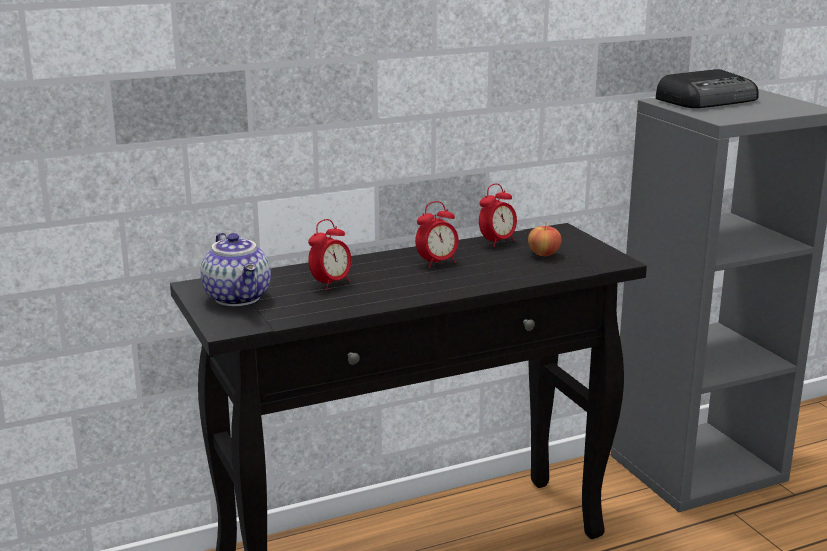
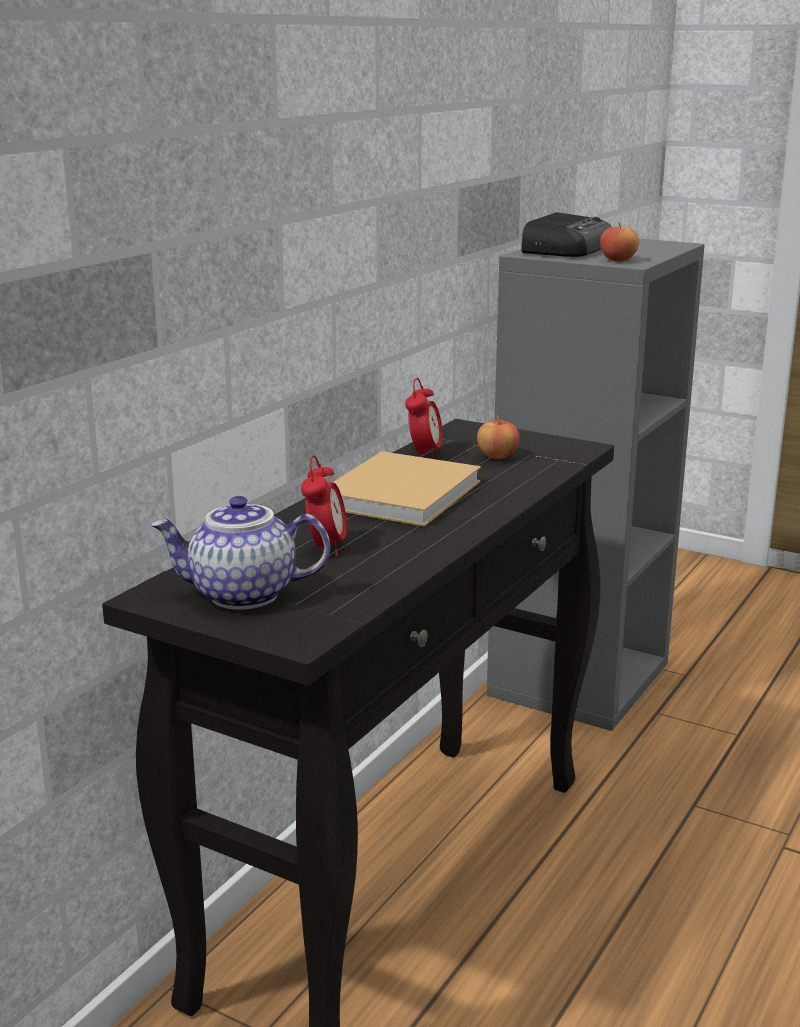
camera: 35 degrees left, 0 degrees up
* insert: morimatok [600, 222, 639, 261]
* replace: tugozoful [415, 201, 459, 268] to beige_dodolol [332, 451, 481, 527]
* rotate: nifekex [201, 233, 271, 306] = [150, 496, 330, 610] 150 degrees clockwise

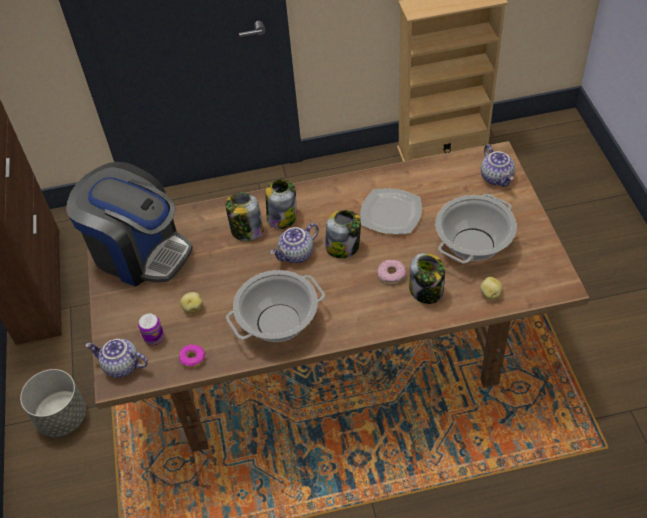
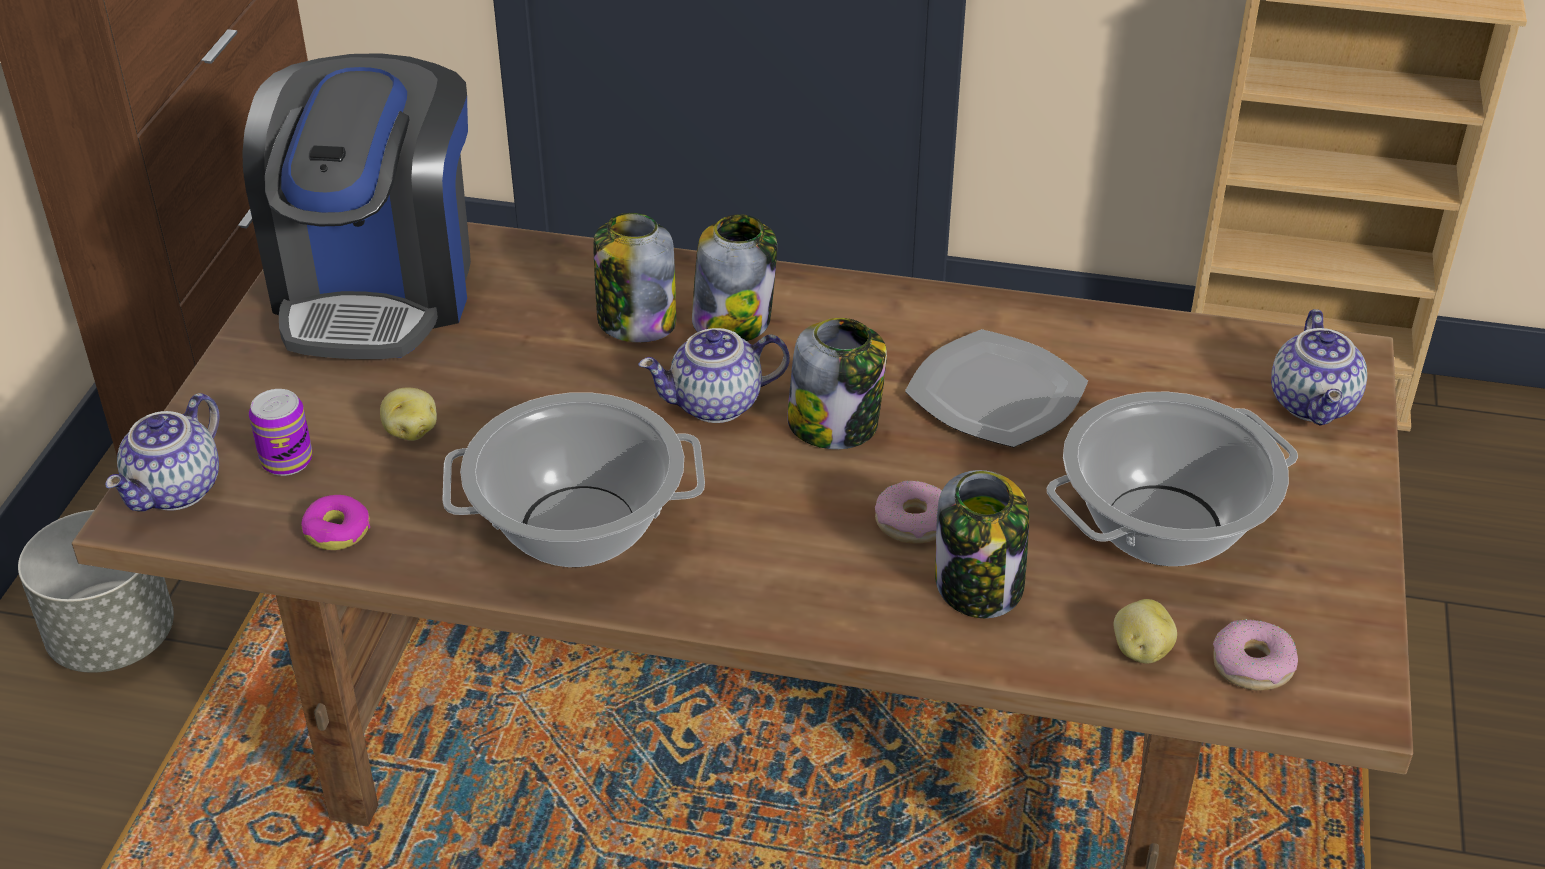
camera: 20 degrees right, 10 degrees down
* insert: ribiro [1213, 619, 1298, 691]
* rotate: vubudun [66, 162, 193, 287] = [242, 53, 471, 359] 45 degrees clockwise
* rotate: nifekex [86, 338, 148, 378] = [106, 393, 219, 512] 105 degrees counterclockwise

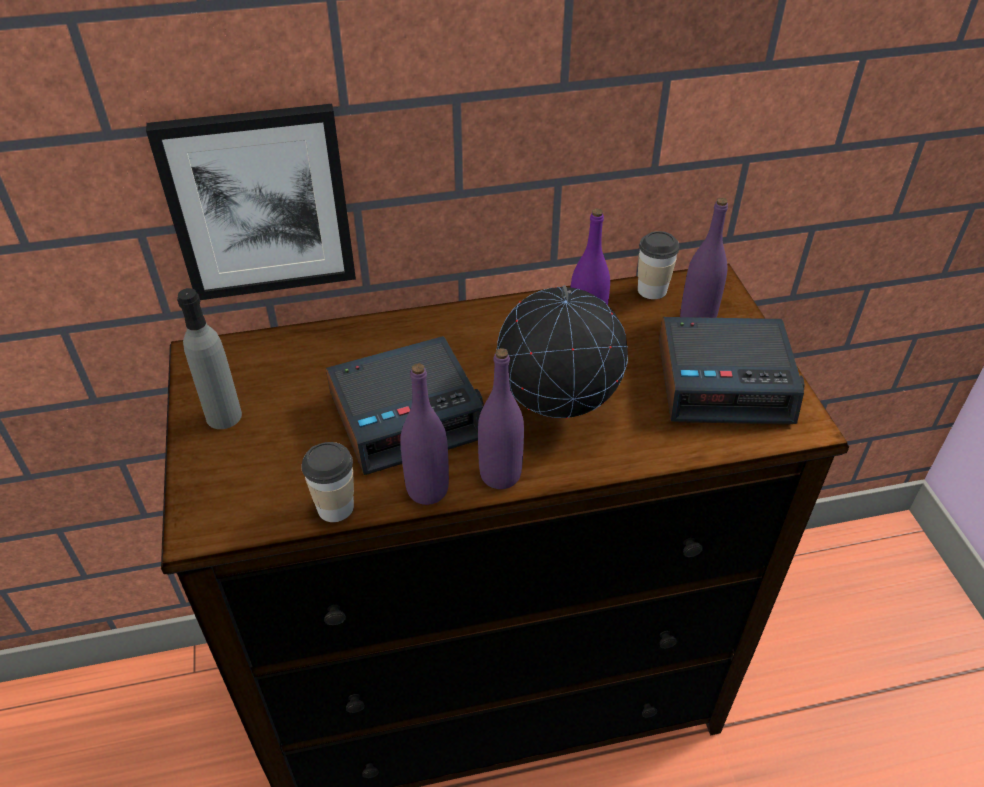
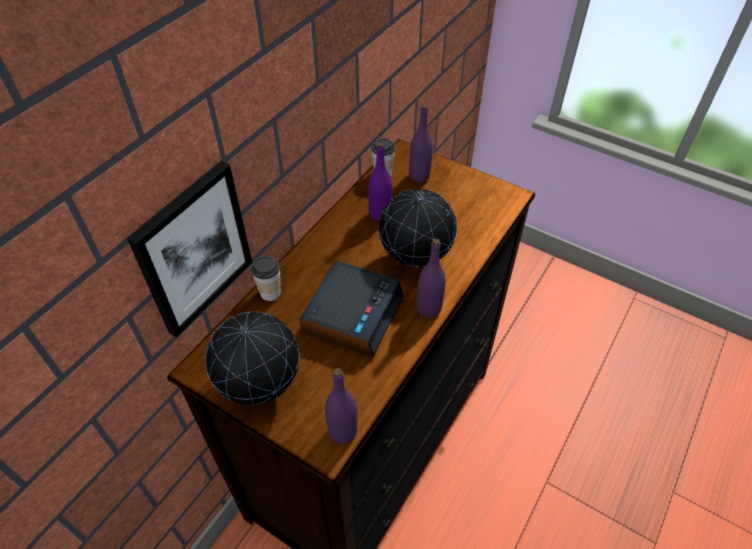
camera: 45 degrees left, 5 degrees up
* delete: tugozoful [659, 317, 805, 424]
* move: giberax [301, 442, 354, 522] to [251, 256, 281, 301]
* move: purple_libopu [401, 363, 449, 505] to [325, 368, 358, 444]
* replace: grey_libopu [177, 288, 242, 429] to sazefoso [205, 311, 299, 405]

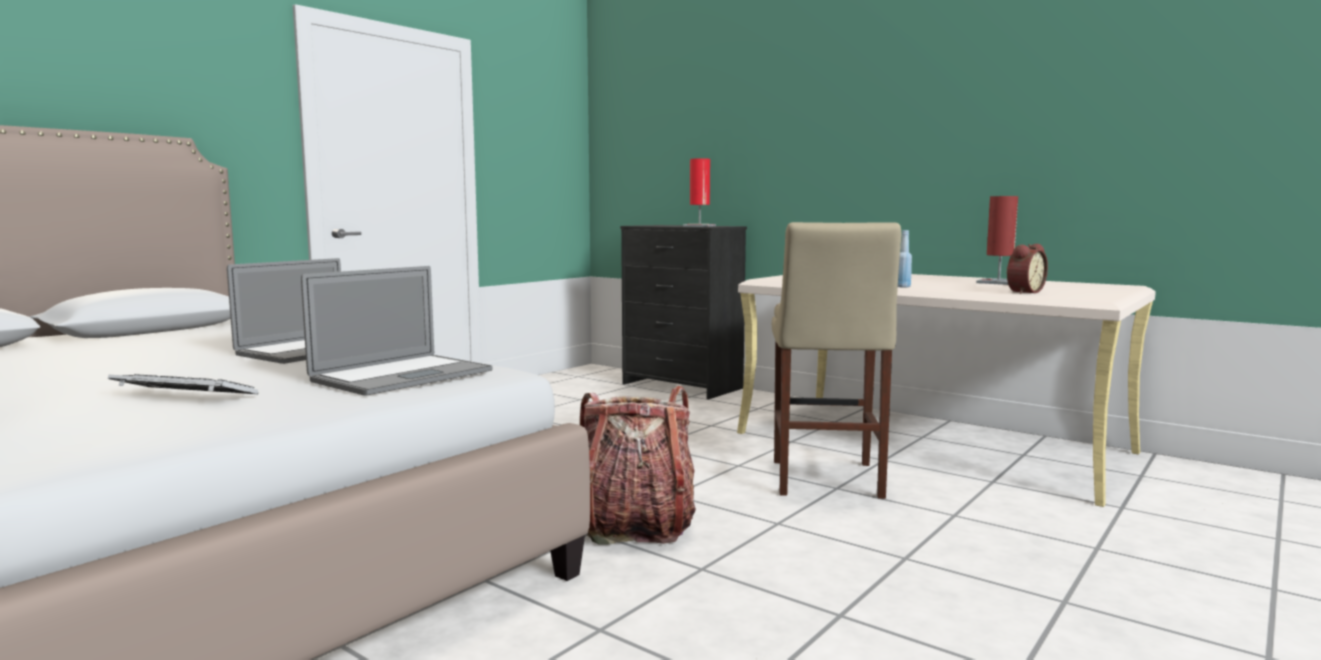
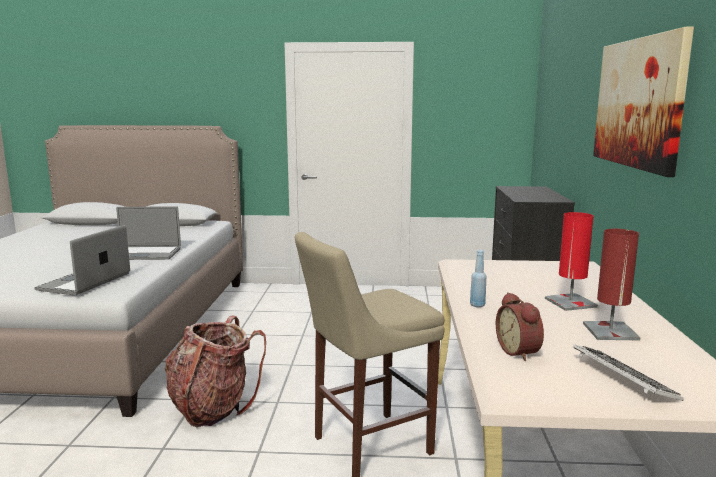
camera: 55 degrees right, 5 degrees up
* insert: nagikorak [593, 27, 694, 177]
* move: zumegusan [108, 374, 258, 394] to [573, 344, 684, 401]
* move: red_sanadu [683, 158, 716, 227] to [545, 212, 598, 311]
* rotate: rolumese [301, 266, 492, 396] = [34, 225, 130, 295] 105 degrees clockwise
* rotate: tugozoful [1006, 244, 1048, 294] = [496, 292, 544, 361] 60 degrees clockwise

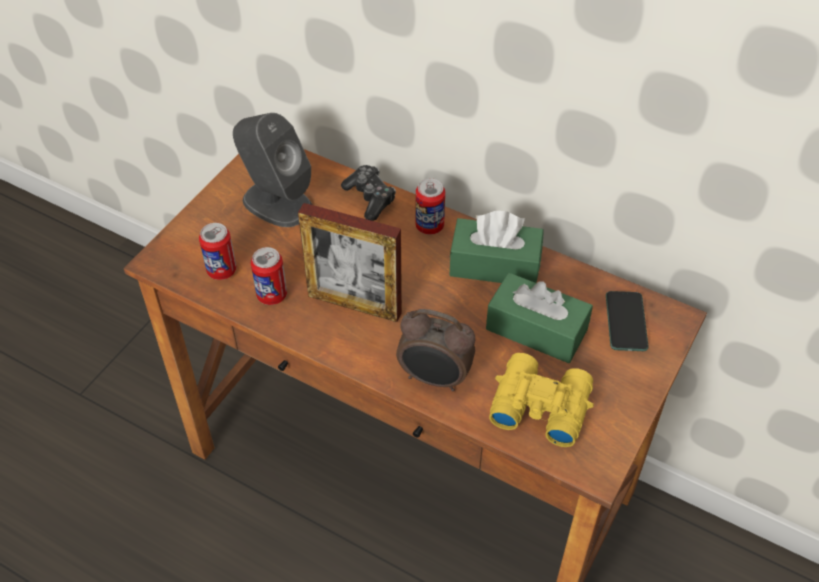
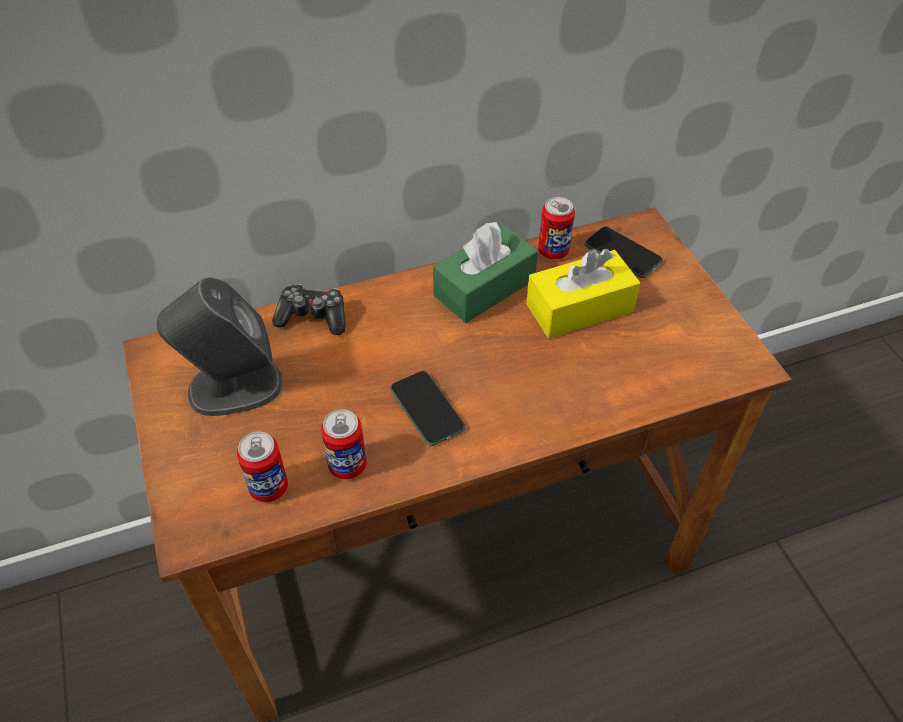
camera: 50 degrees left, 0 degrees up
* delete: tugozoful [396, 309, 475, 391]
* delete: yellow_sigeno [489, 353, 594, 447]
* move: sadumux [415, 179, 445, 235] to [538, 197, 575, 259]
* replace: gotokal [298, 203, 402, 322] to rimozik [390, 371, 466, 446]
* recolor: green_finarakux [486, 273, 593, 363] to yellow_finarakux [526, 249, 640, 338]

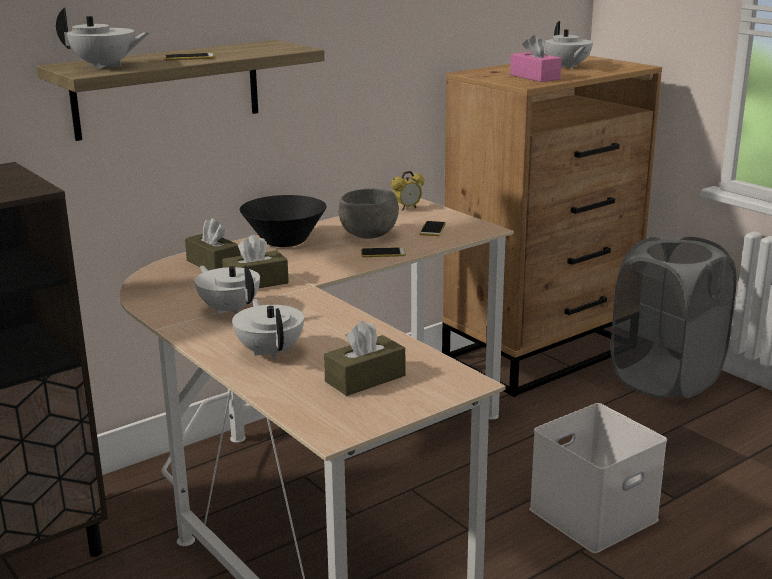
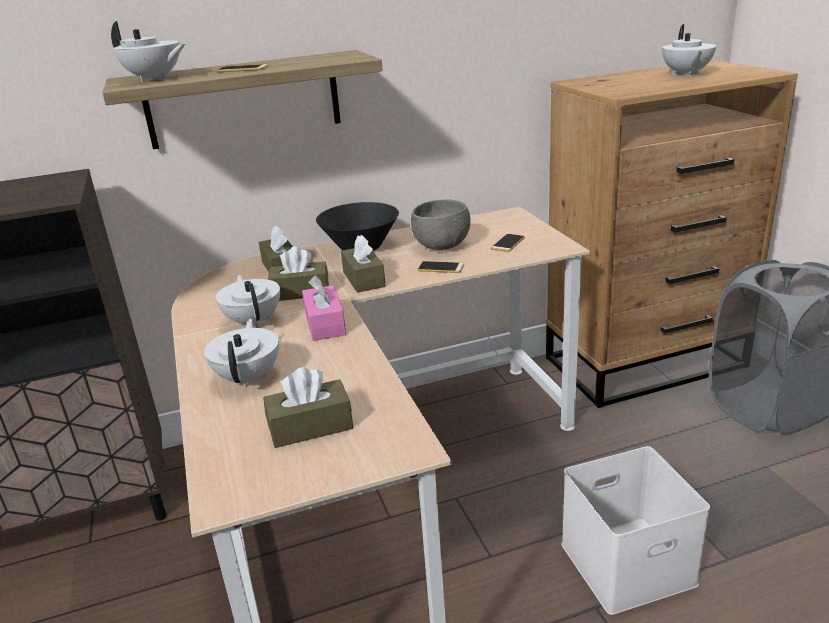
camera: 20 degrees right, 5 degrees up
* delete: tugozoful [391, 171, 424, 211]
* insert: brown_finarakux [341, 235, 386, 293]
* move: pink_finarakux [510, 35, 562, 82] to [302, 276, 346, 341]

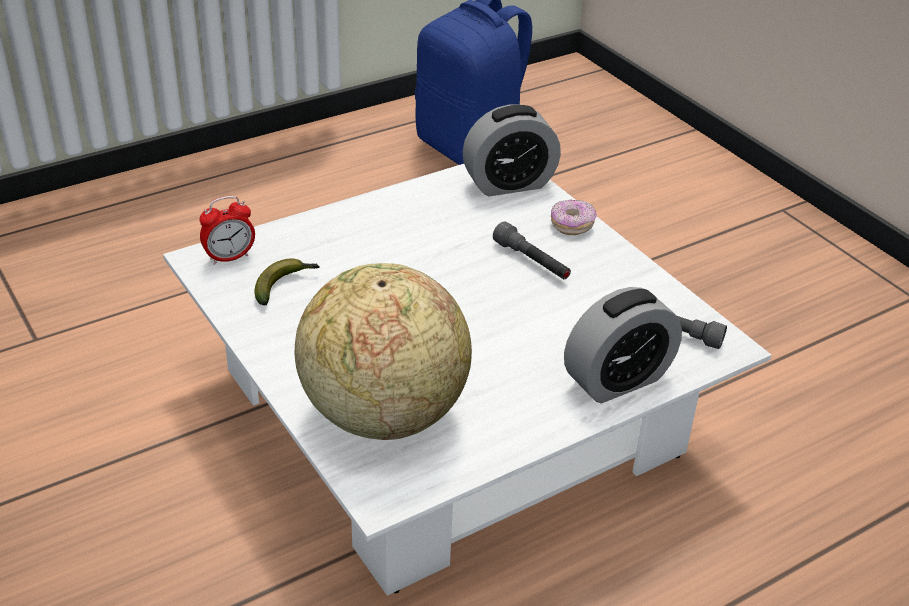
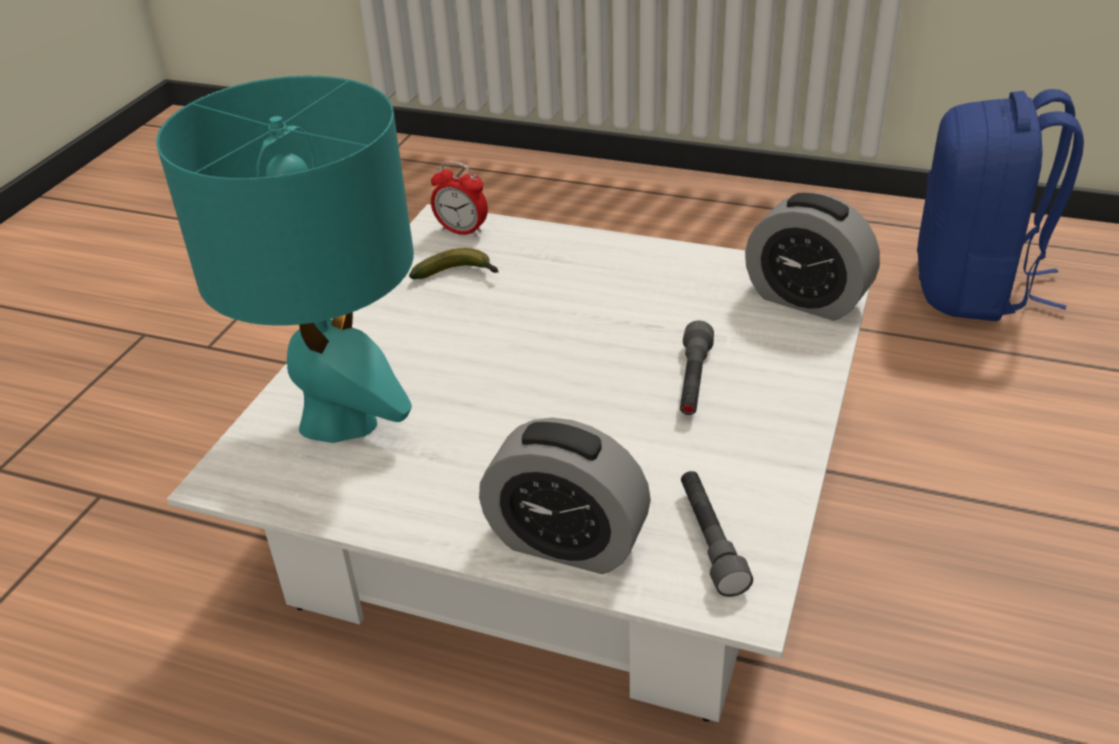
camera: 55 degrees right, 0 degrees up
* delete: ribiro [551, 200, 597, 235]
* replace: sazefoso [295, 263, 472, 440] to turquoise_sanadu [156, 76, 414, 443]

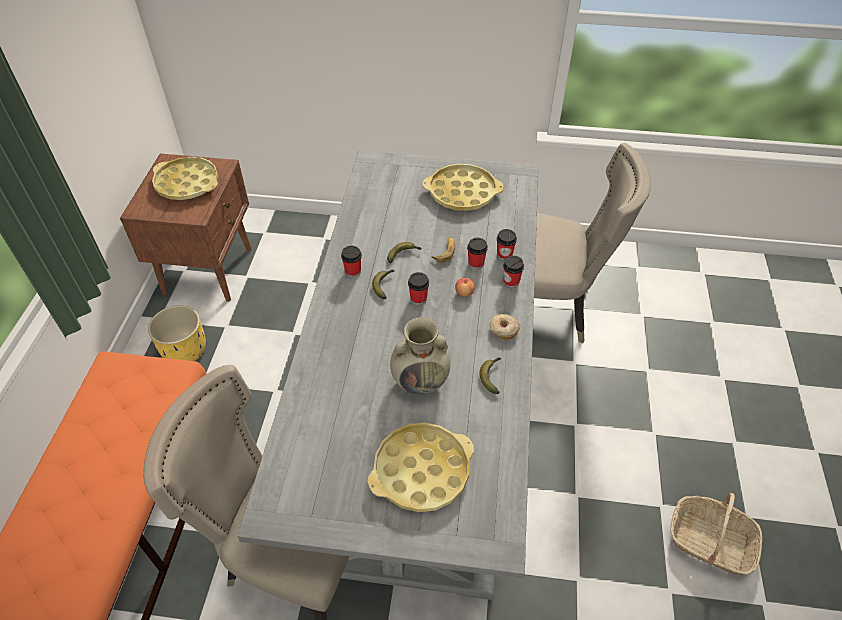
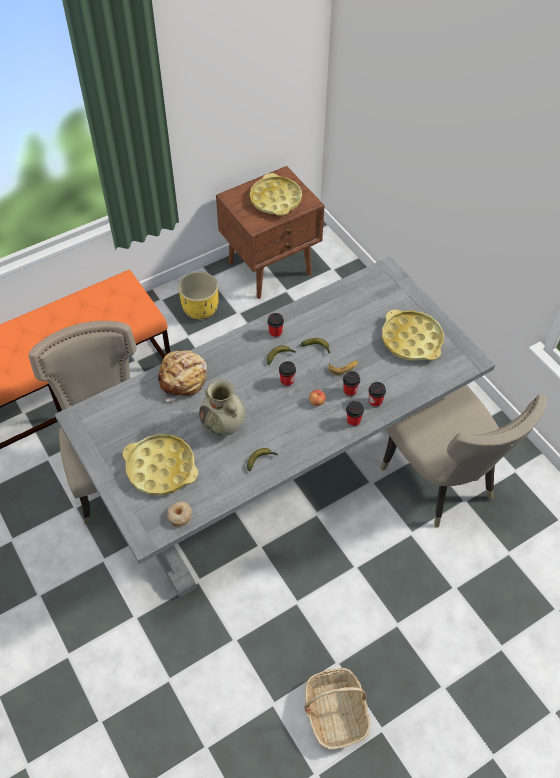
camera: 50 degrees right, 5 degrees up
* insert: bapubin [158, 350, 207, 401]
* move: ribiro [490, 314, 520, 340] to [167, 501, 191, 527]

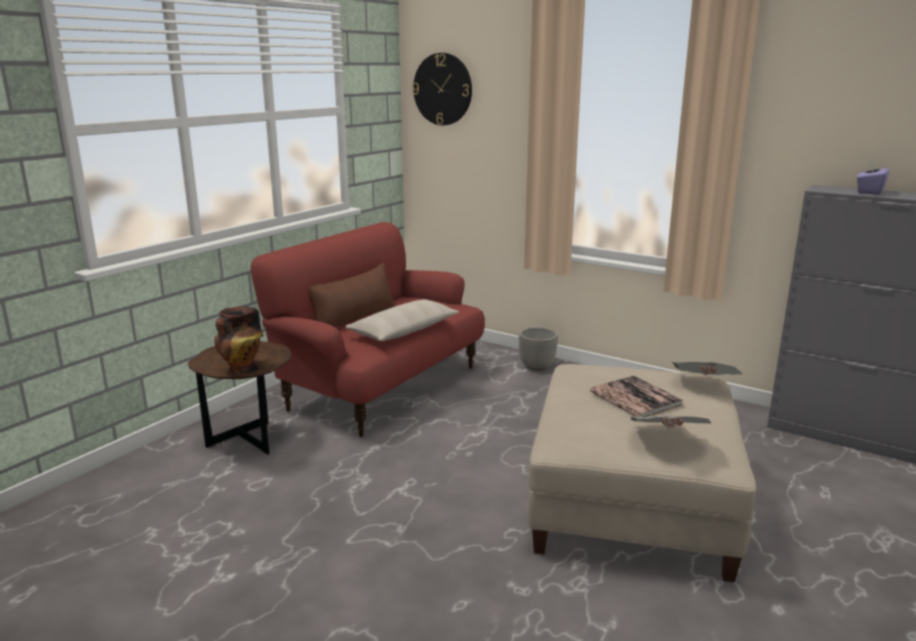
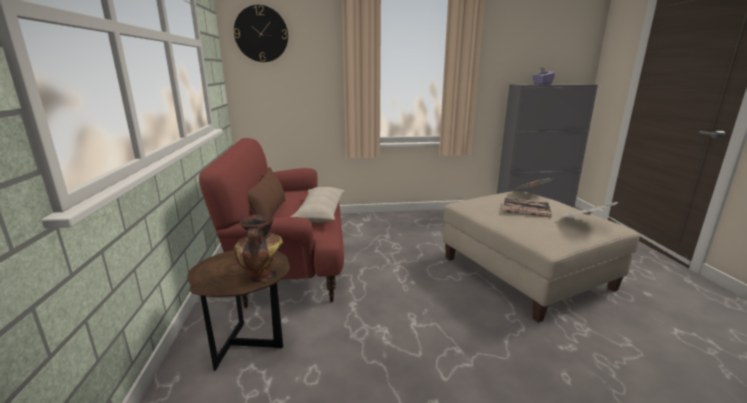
camera: 40 degrees left, 0 degrees up
* delete: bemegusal [519, 327, 558, 371]

